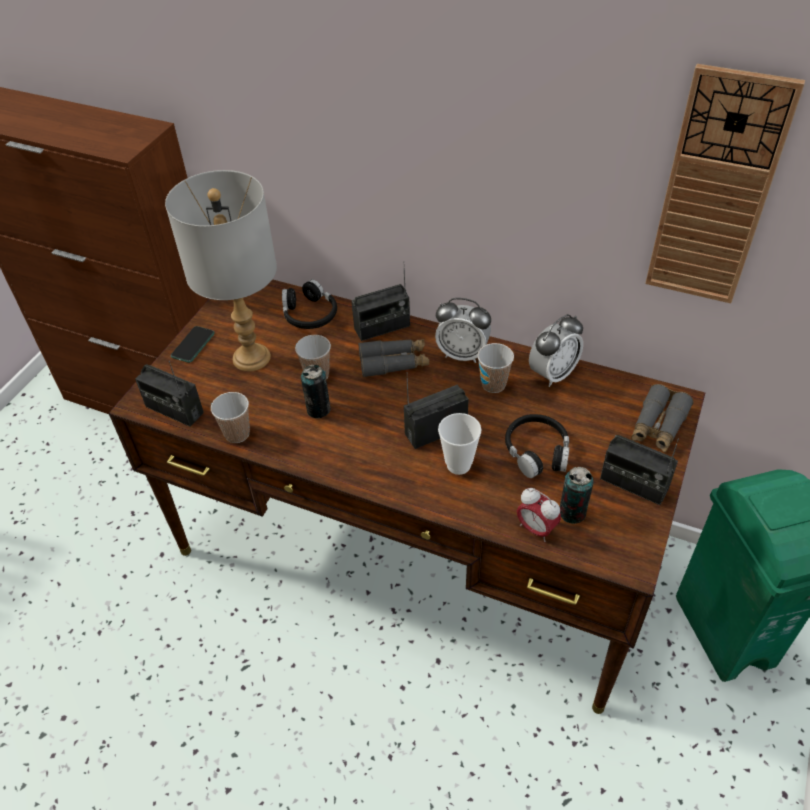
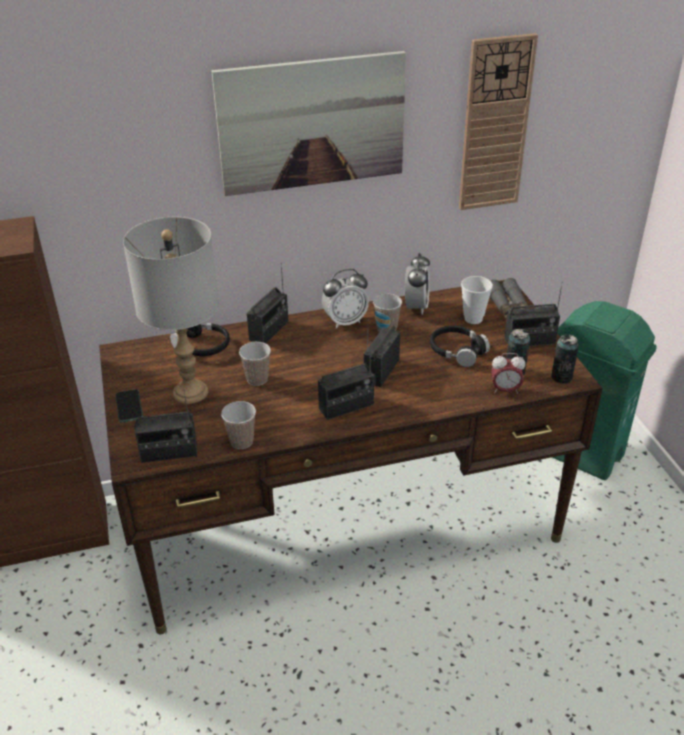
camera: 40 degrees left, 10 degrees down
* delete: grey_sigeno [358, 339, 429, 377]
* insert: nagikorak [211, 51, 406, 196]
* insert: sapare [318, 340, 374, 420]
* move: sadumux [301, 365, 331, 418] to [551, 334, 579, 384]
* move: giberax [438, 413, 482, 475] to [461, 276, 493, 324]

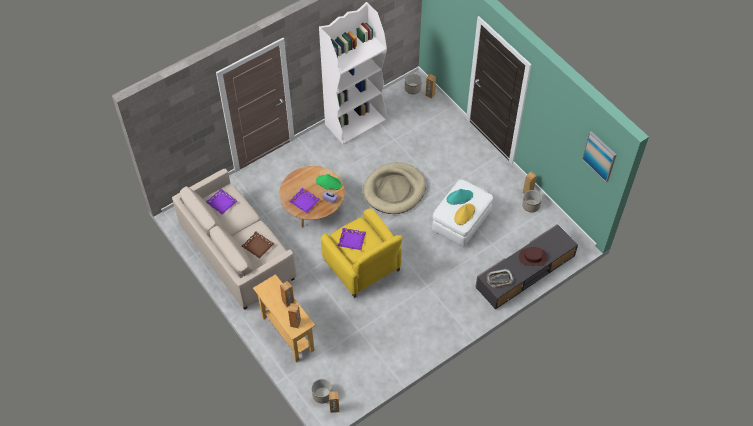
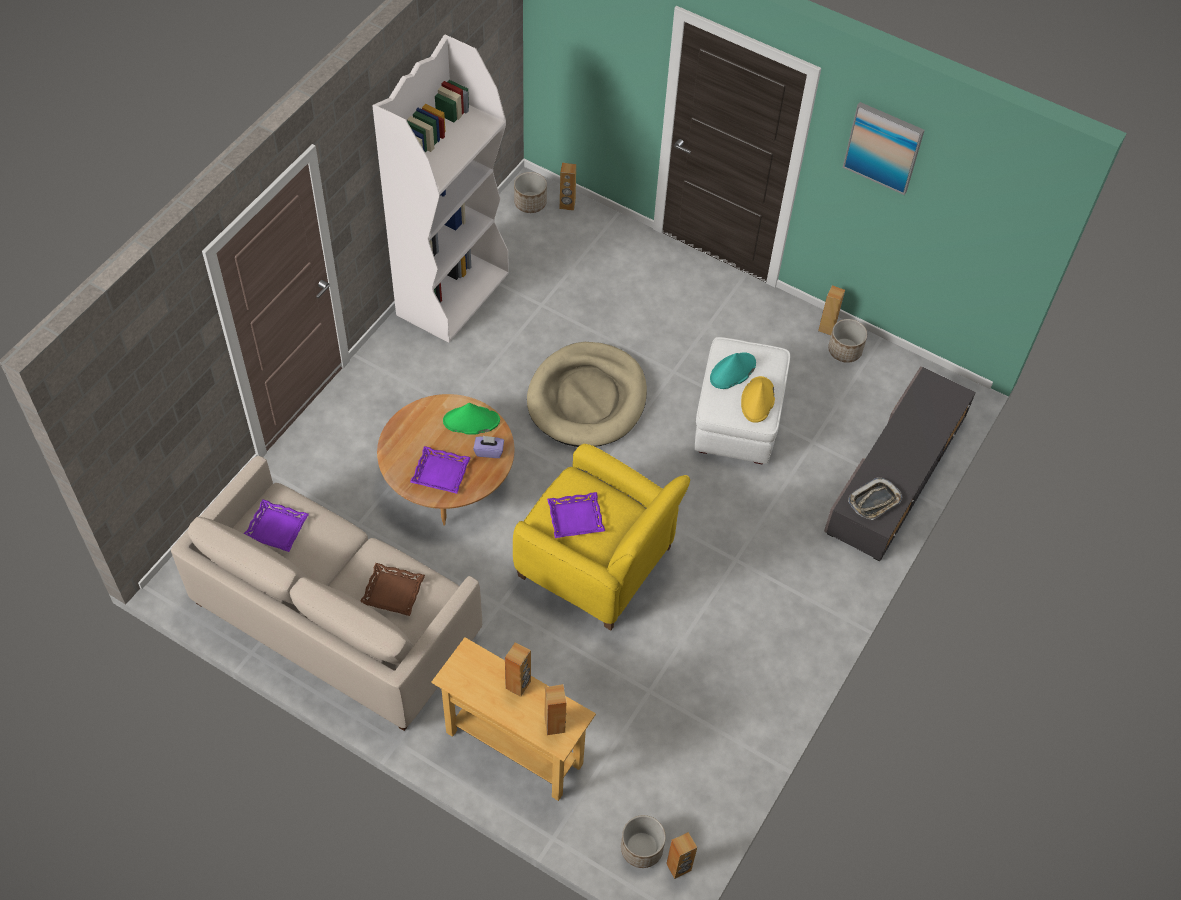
camera: 25 degrees left, 0 degrees up
* delete: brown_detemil [519, 247, 548, 266]
* move: nagikorak [582, 131, 617, 182] to [843, 102, 925, 195]

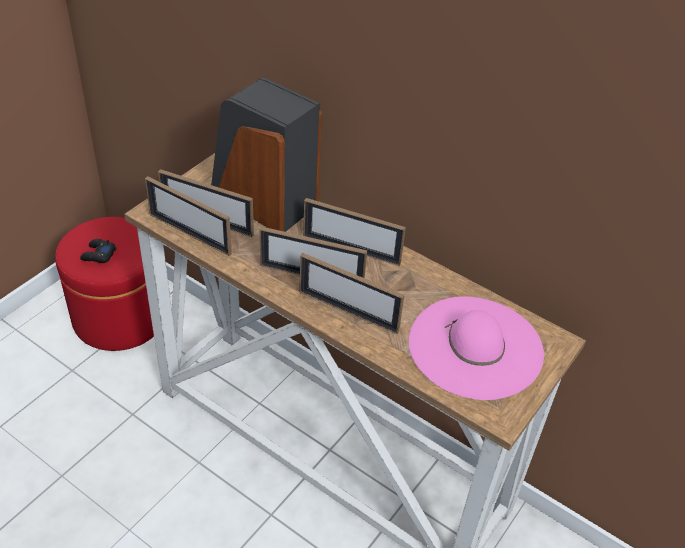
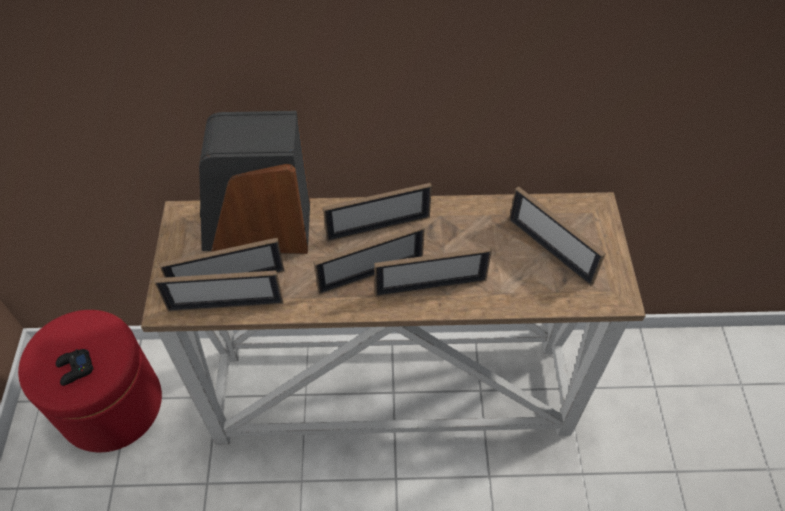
camera: 35 degrees left, 10 degrees up
* replace: pink_detemil [408, 296, 544, 400] to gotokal [509, 186, 605, 286]

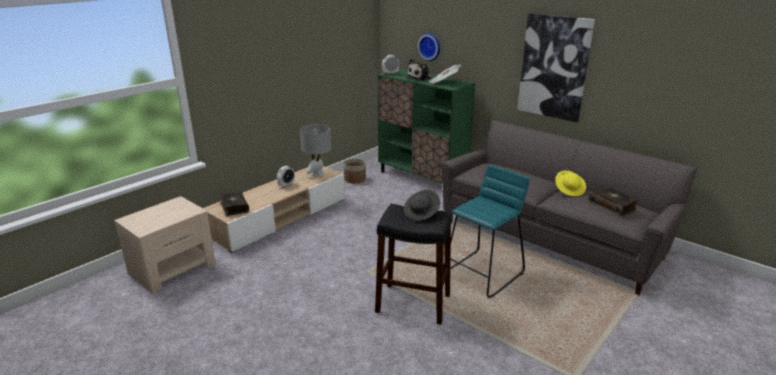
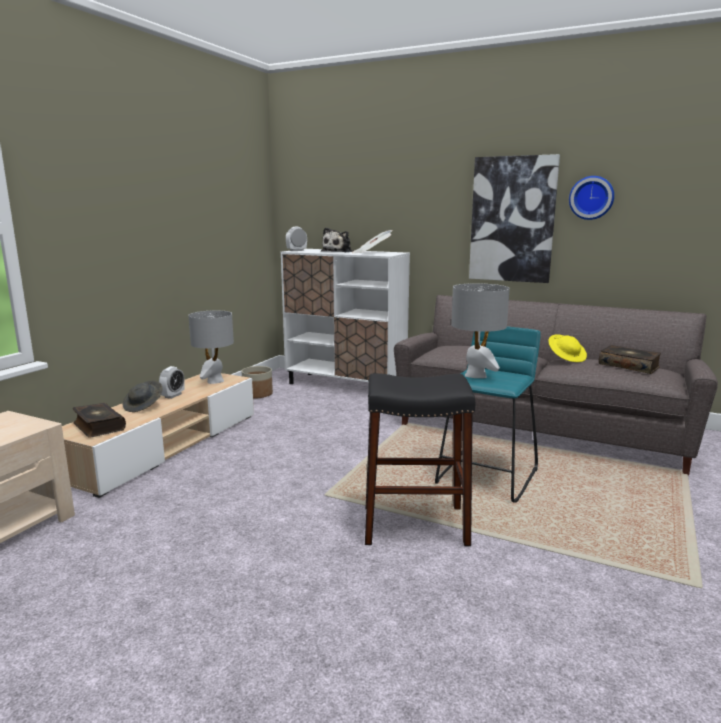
camera: 15 degrees left, 10 degrees down
* insert: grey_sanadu [451, 283, 510, 378]
* move: grey_detemil [404, 190, 440, 221] to [123, 380, 163, 412]
* move: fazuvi [418, 33, 440, 61] to [569, 176, 614, 220]
* recolor: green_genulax [378, 69, 475, 184] to white_genulax [281, 249, 410, 384]

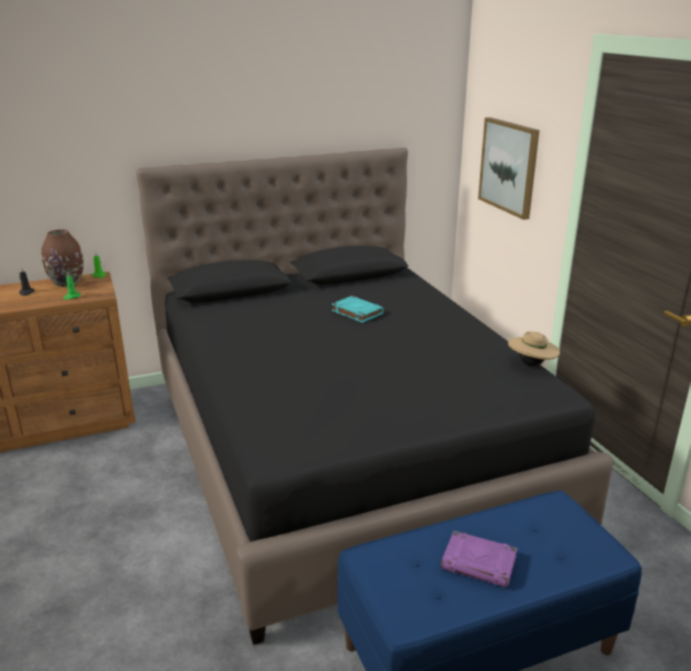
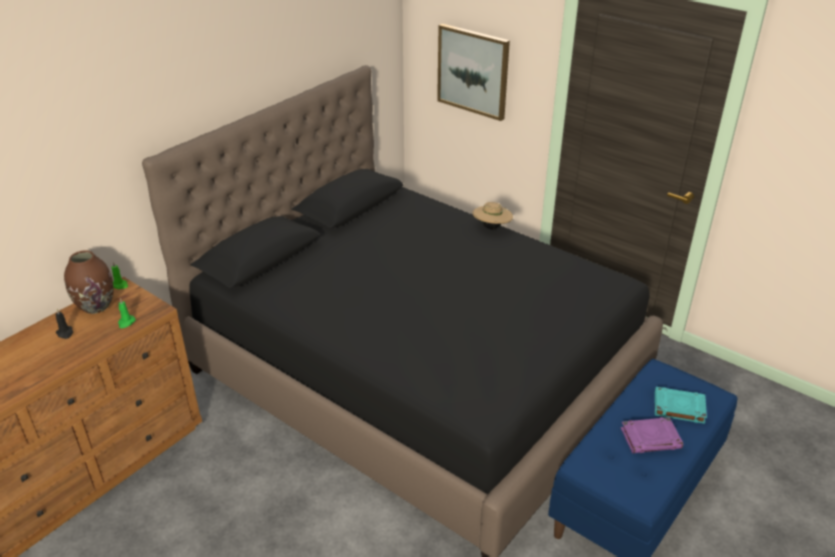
camera: 30 degrees left, 10 degrees up
* move: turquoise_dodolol [332, 296, 384, 323] to [655, 387, 707, 424]
* move: beige_detemil [508, 331, 560, 366] to [473, 202, 513, 229]

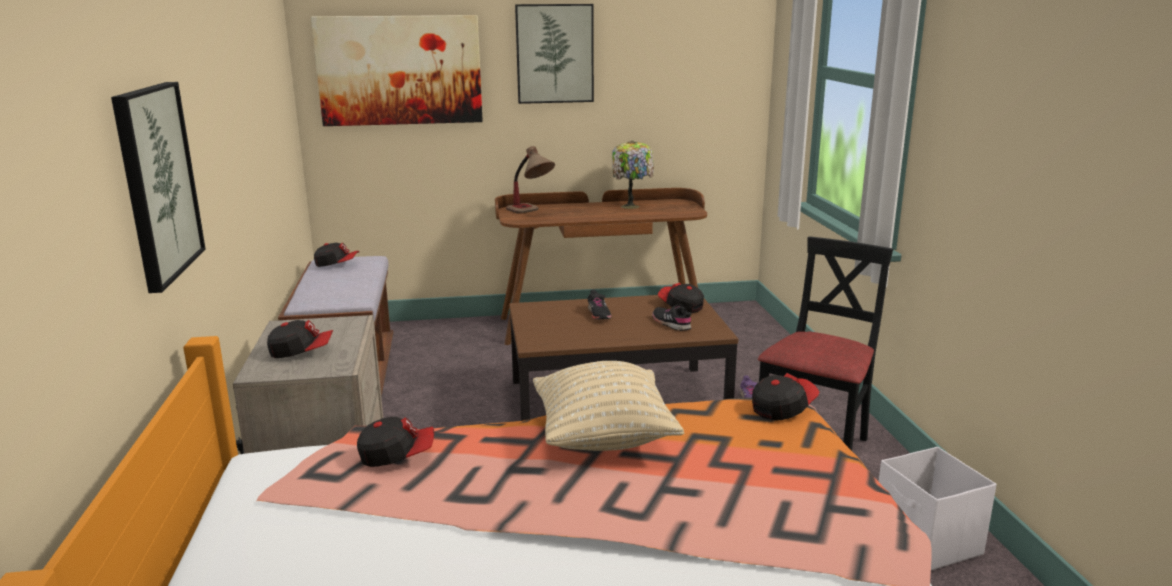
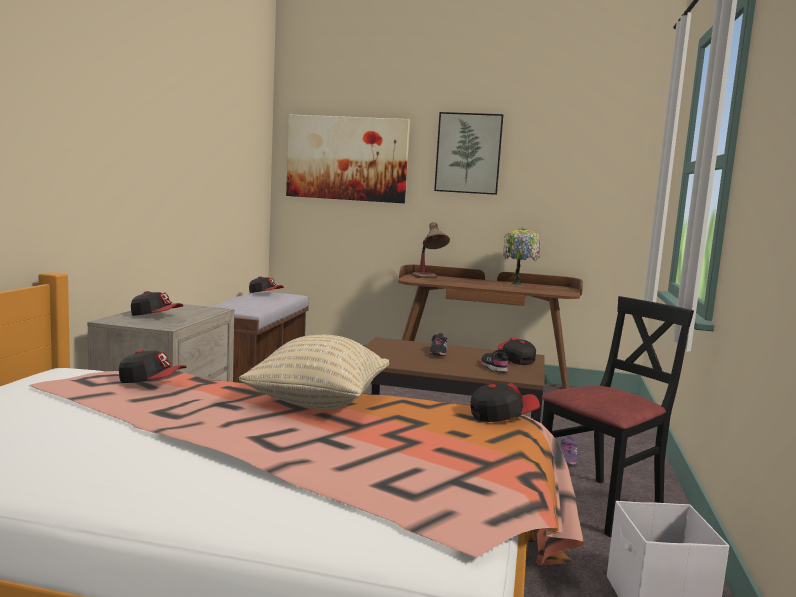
camera: 20 degrees right, 10 degrees down
* delete: nagikorak [111, 82, 206, 293]

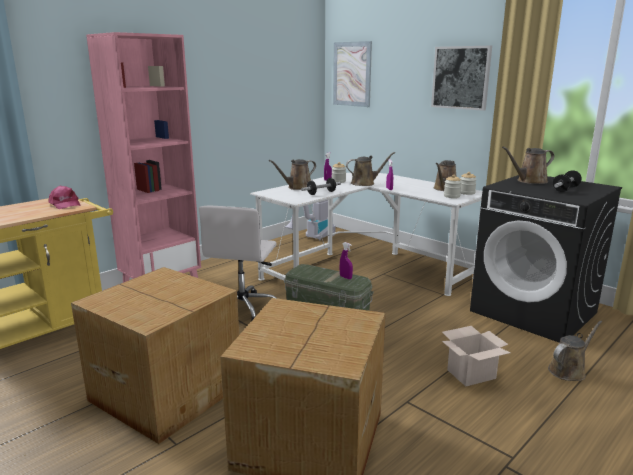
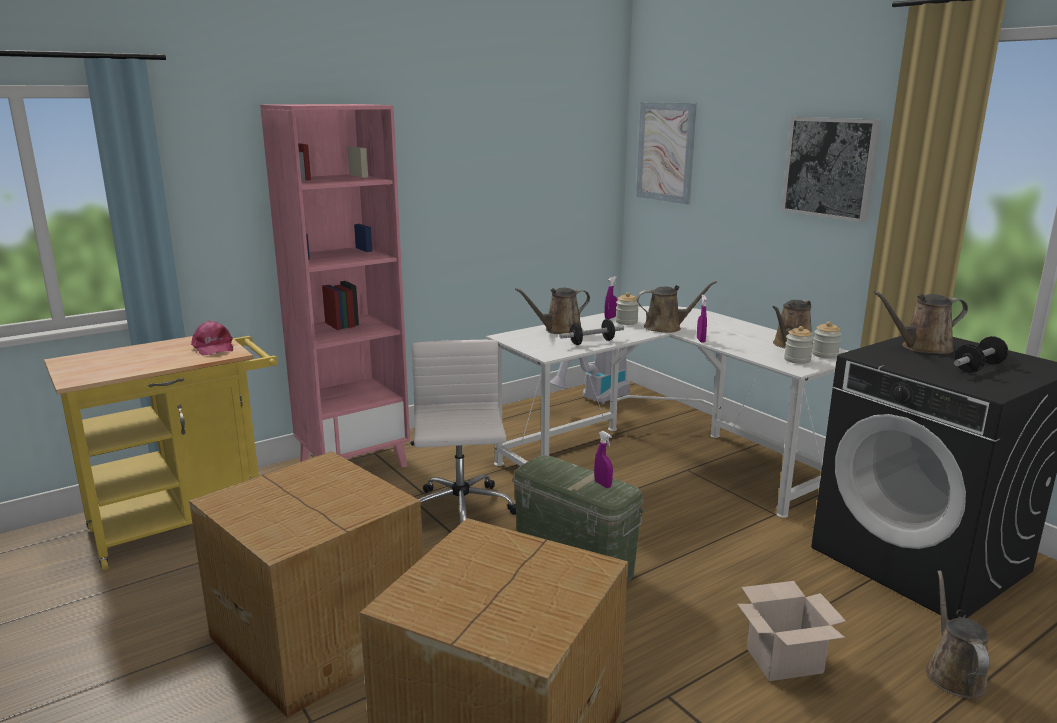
camera: 10 degrees right, 0 degrees up
* rotate: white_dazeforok [199, 206, 276, 321] = [411, 340, 516, 523] 150 degrees clockwise
* rotate: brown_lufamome [548, 321, 602, 381] = [926, 571, 989, 698] 60 degrees counterclockwise

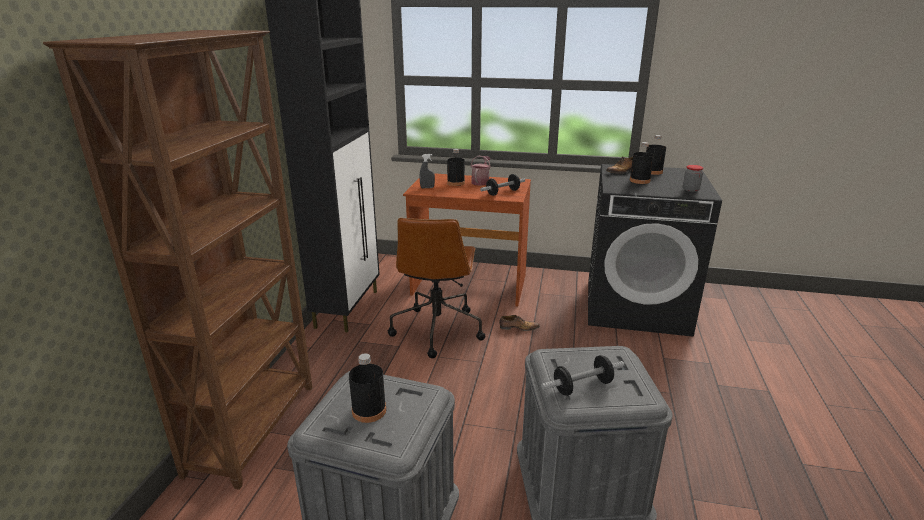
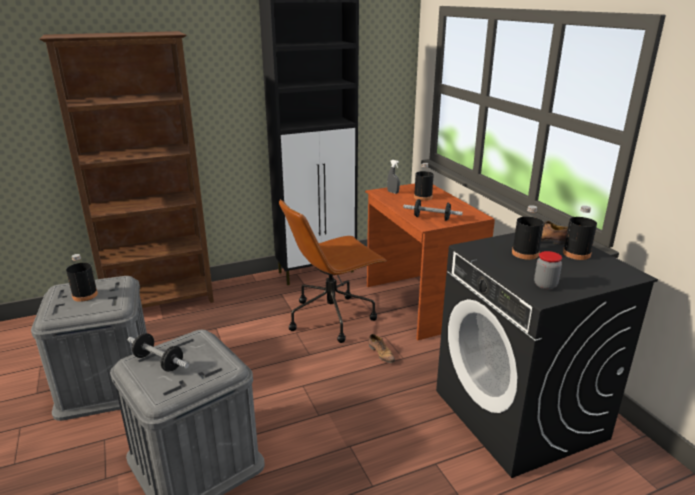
camera: 55 degrees right, 0 degrees up
* delete: lufamome [470, 156, 491, 186]

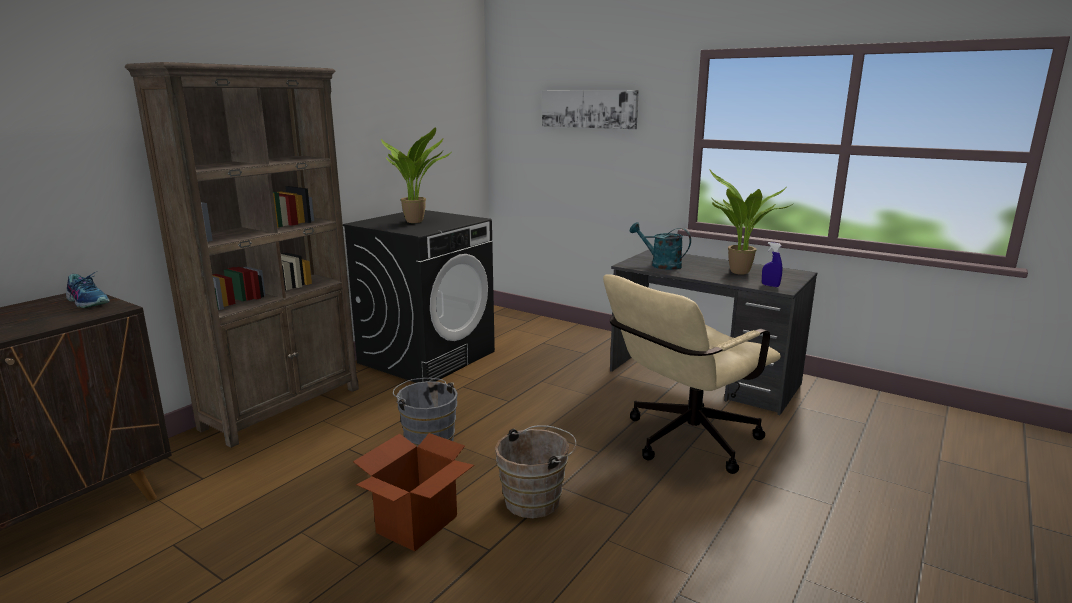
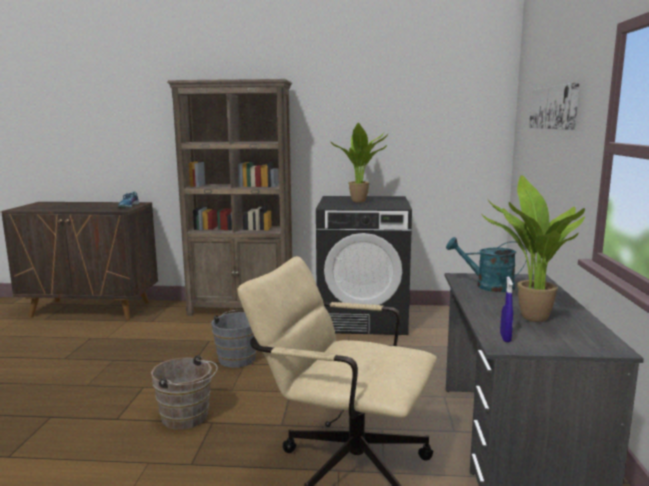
camera: 60 degrees right, 5 degrees down
* delete: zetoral [353, 433, 474, 552]
* rotate: turquoise_lufamome [630, 222, 691, 270] = [446, 237, 527, 292] 75 degrees counterclockwise

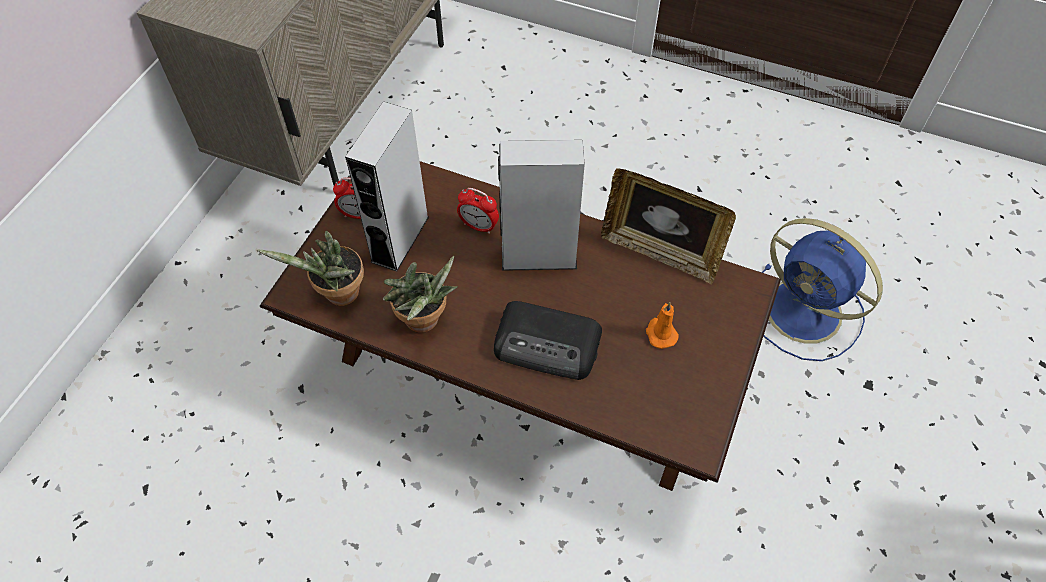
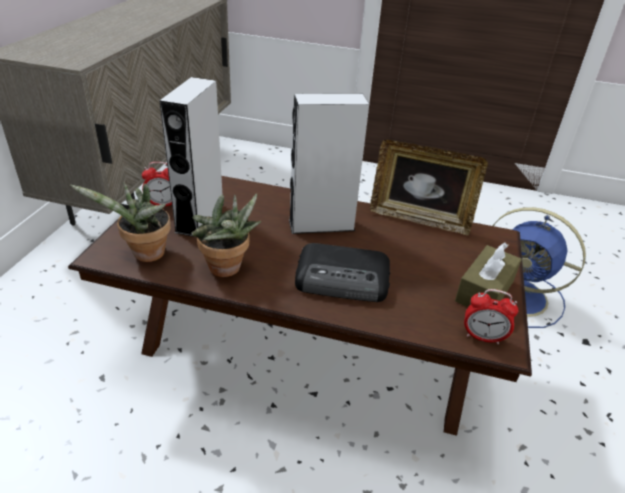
camera: 10 degrees left, 20 degrees down
* delete: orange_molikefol [646, 302, 679, 349]
* insert: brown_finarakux [455, 242, 522, 307]
* move: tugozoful [457, 188, 499, 234] to [464, 289, 519, 345]

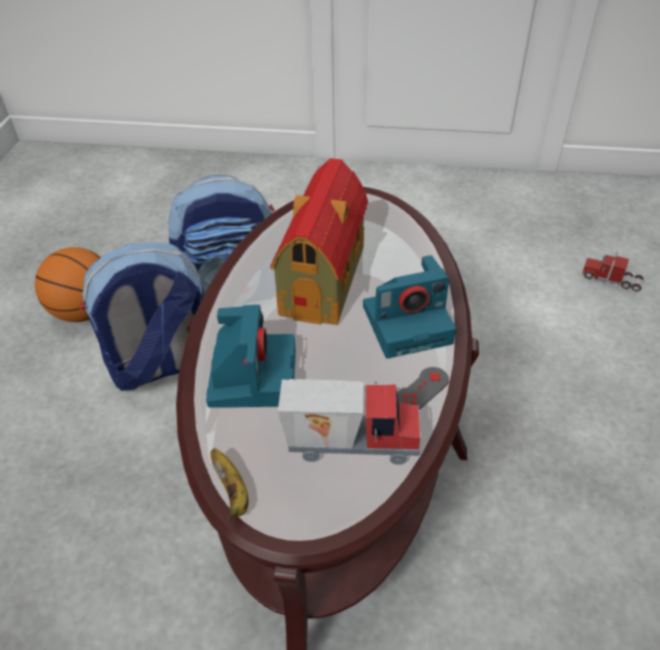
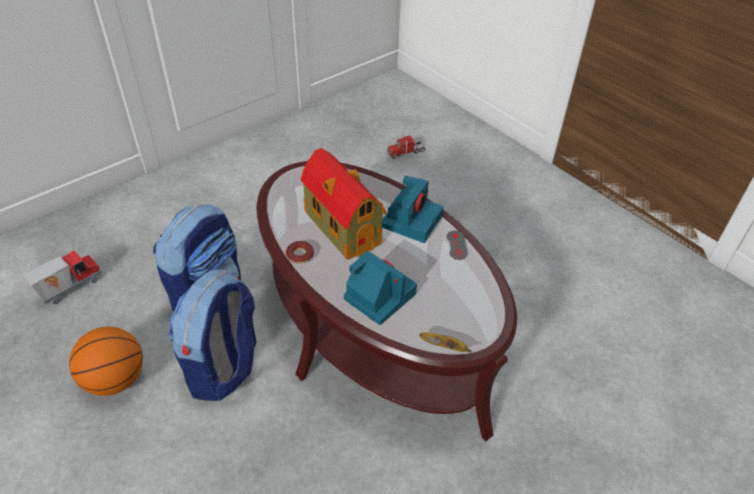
camera: 50 degrees left, 0 degrees up
* insert: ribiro [286, 241, 314, 264]
* move: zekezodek [278, 379, 420, 465] to [23, 250, 102, 304]

